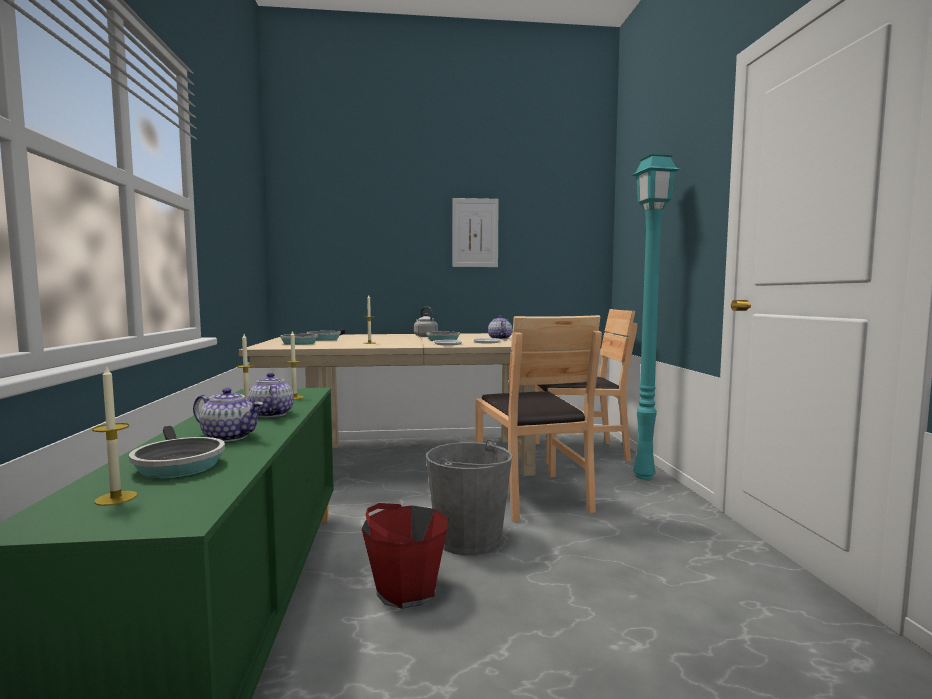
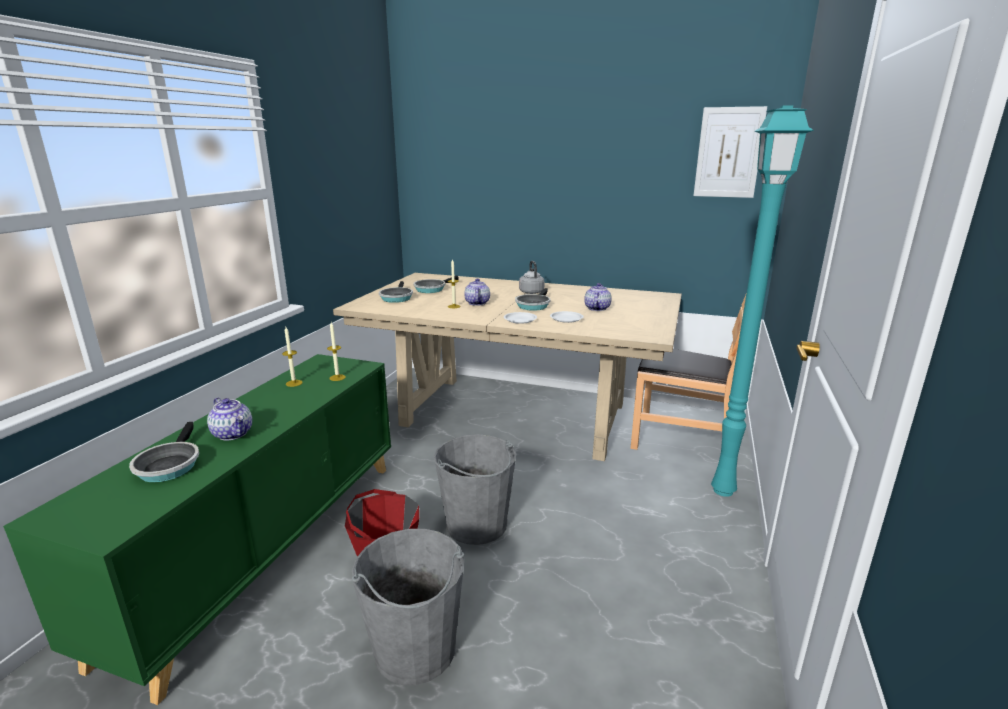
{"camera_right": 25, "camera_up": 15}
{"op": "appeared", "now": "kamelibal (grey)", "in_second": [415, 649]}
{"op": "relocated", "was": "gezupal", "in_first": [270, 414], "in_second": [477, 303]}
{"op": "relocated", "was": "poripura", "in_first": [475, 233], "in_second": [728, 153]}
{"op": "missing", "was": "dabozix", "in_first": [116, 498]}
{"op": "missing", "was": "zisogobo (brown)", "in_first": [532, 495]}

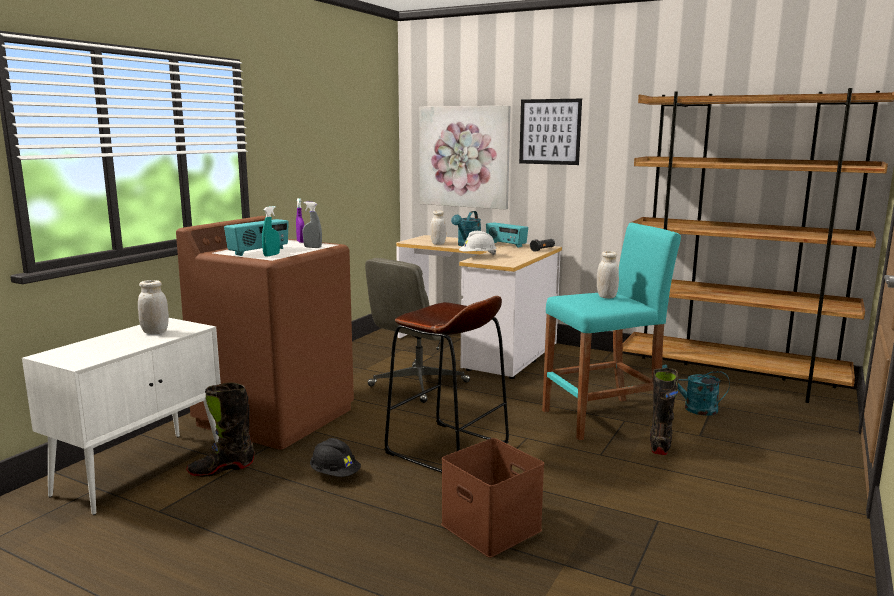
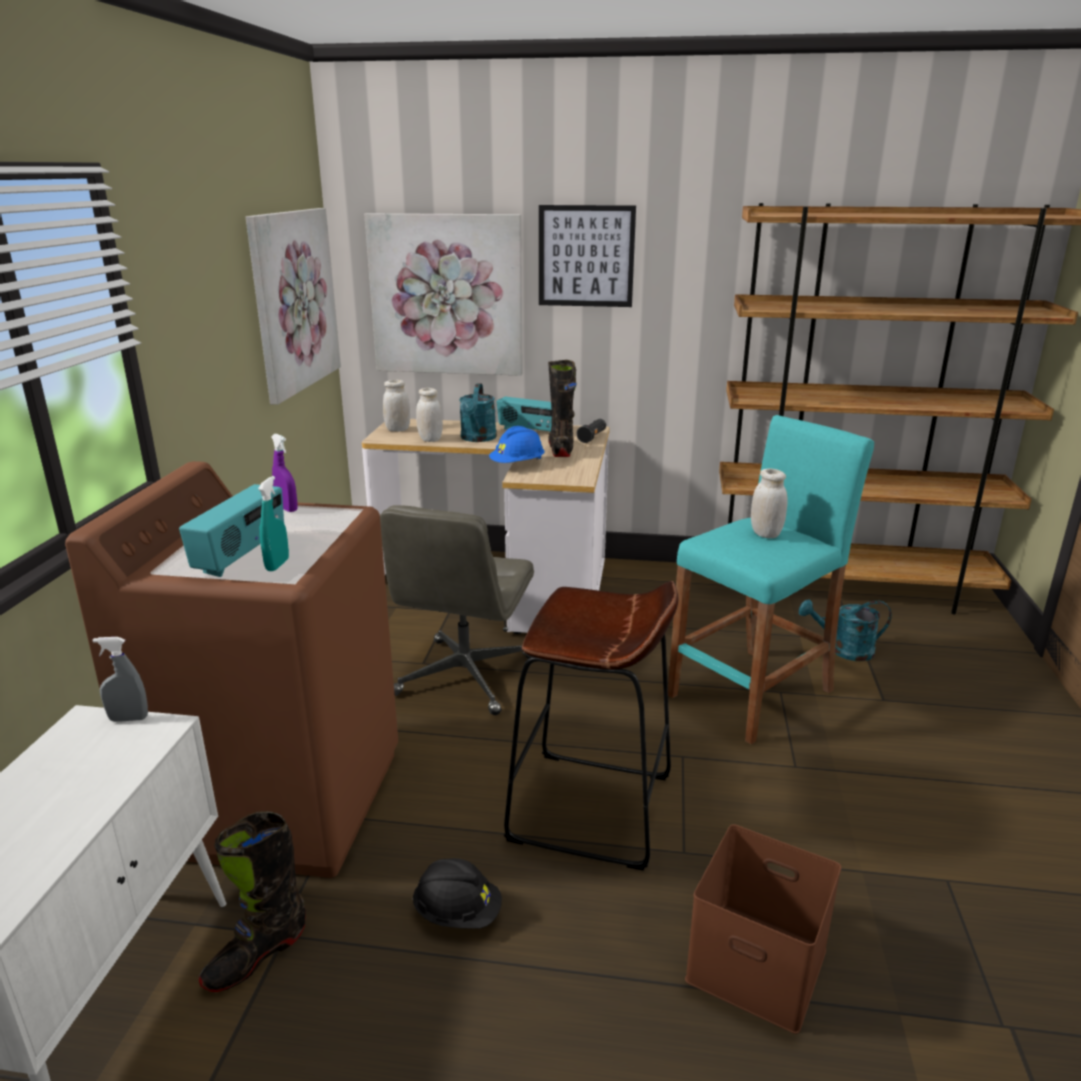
{"camera_right": -20, "camera_up": 10}
{"op": "relocated", "was": "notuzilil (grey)", "in_first": [312, 247], "in_second": [128, 719]}
{"op": "appeared", "now": "poripura", "in_second": [294, 301]}
{"op": "relocated", "was": "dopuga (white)", "in_first": [155, 332], "in_second": [397, 429]}
{"op": "colour", "was": "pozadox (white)", "now": "pozadox (blue)", "in_first": [477, 256], "in_second": [517, 465]}
{"op": "relocated", "was": "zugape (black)", "in_first": [660, 444], "in_second": [560, 449]}

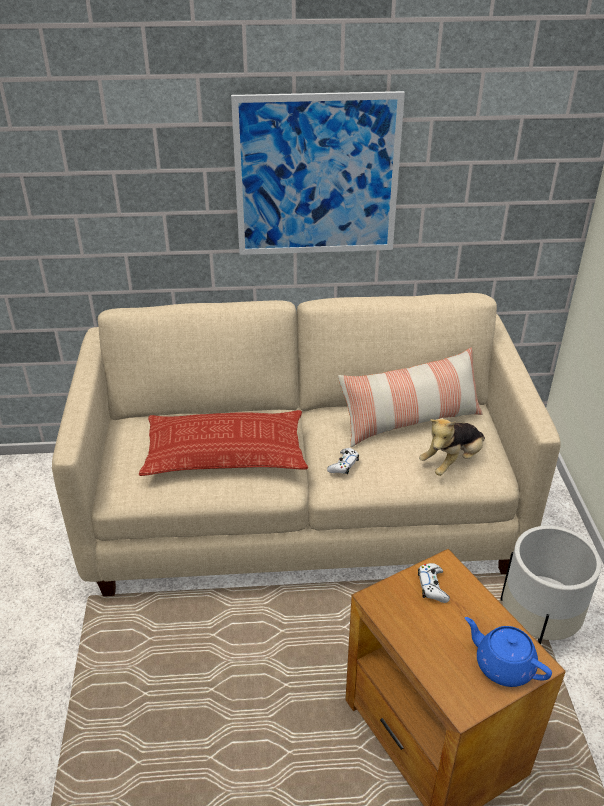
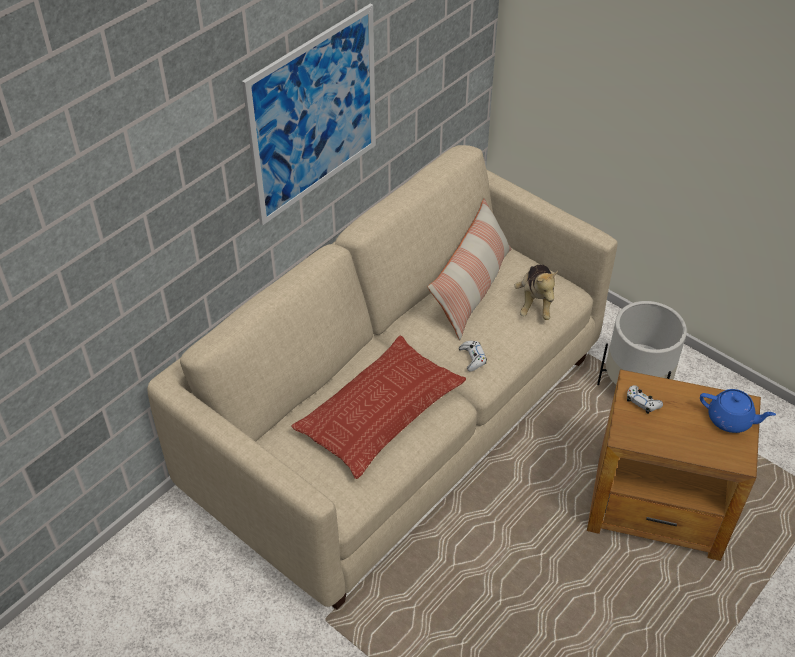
{"camera_right": -45, "camera_up": 10}
{"op": "spun", "was": "gezupal (blue)", "in_first": [503, 665], "in_second": [731, 420], "clockwise": -150}

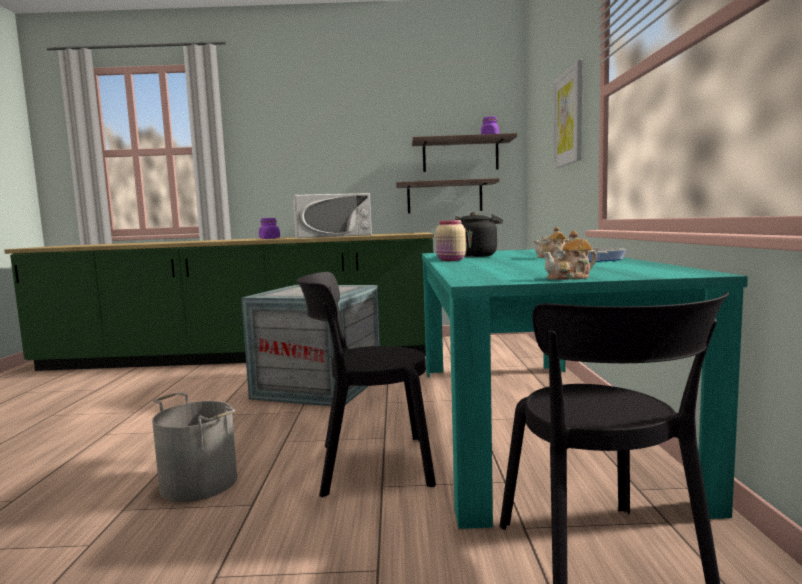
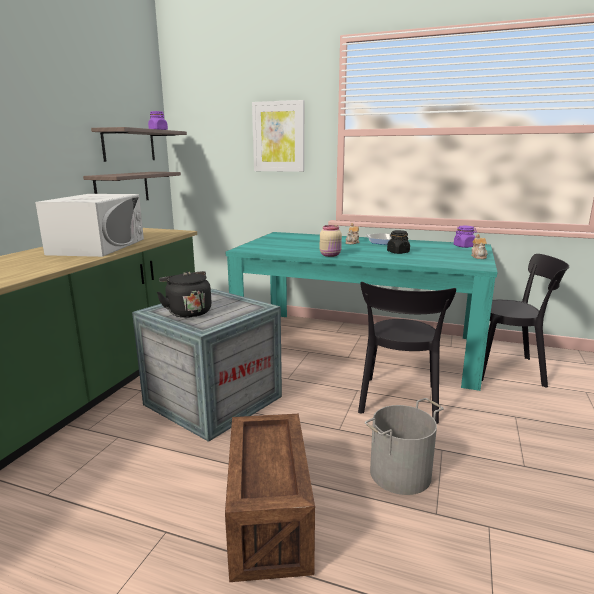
{"camera_right": -70, "camera_up": 10}
{"op": "relocated", "was": "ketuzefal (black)", "in_first": [475, 256], "in_second": [187, 312]}
{"op": "appeared", "now": "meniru", "in_second": [269, 517]}
{"op": "appeared", "now": "dopuga (black)", "in_second": [398, 252]}
{"op": "relocated", "was": "dopuga (purple)", "in_first": [269, 238], "in_second": [464, 246]}

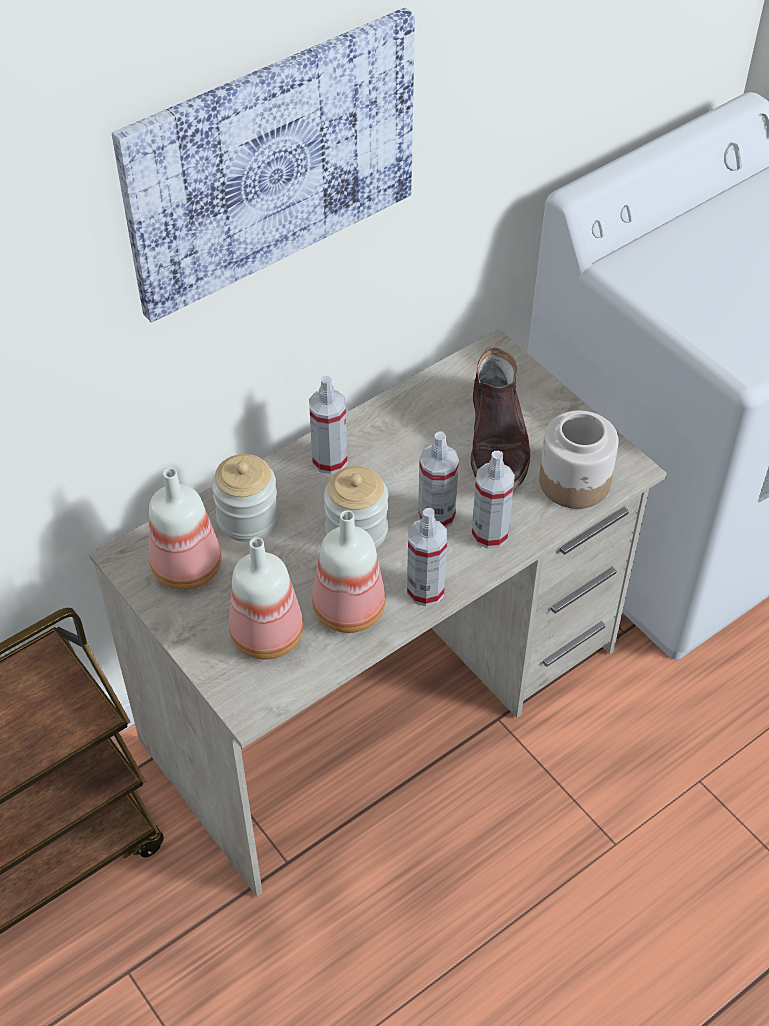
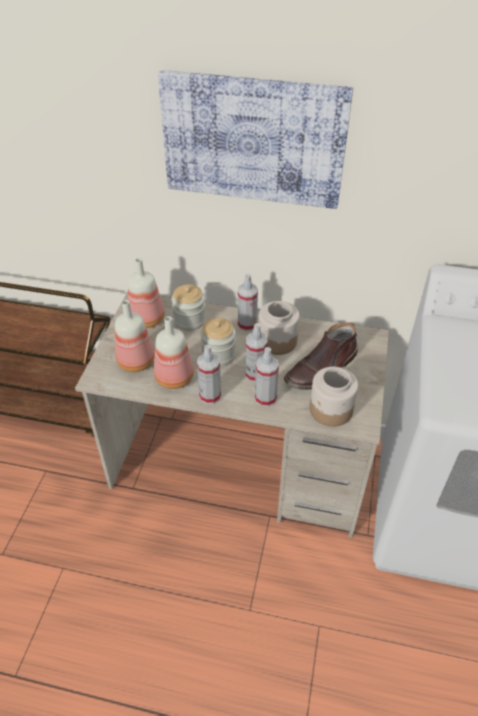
{"camera_right": 50, "camera_up": -5}
{"op": "appeared", "now": "dopuga", "in_second": [277, 341]}

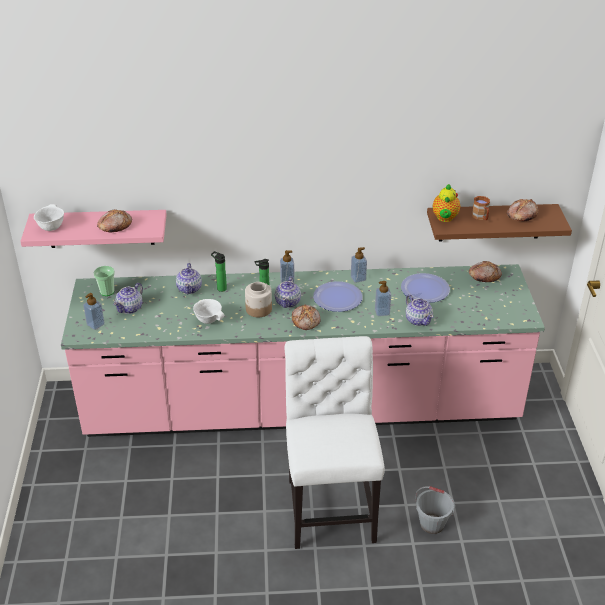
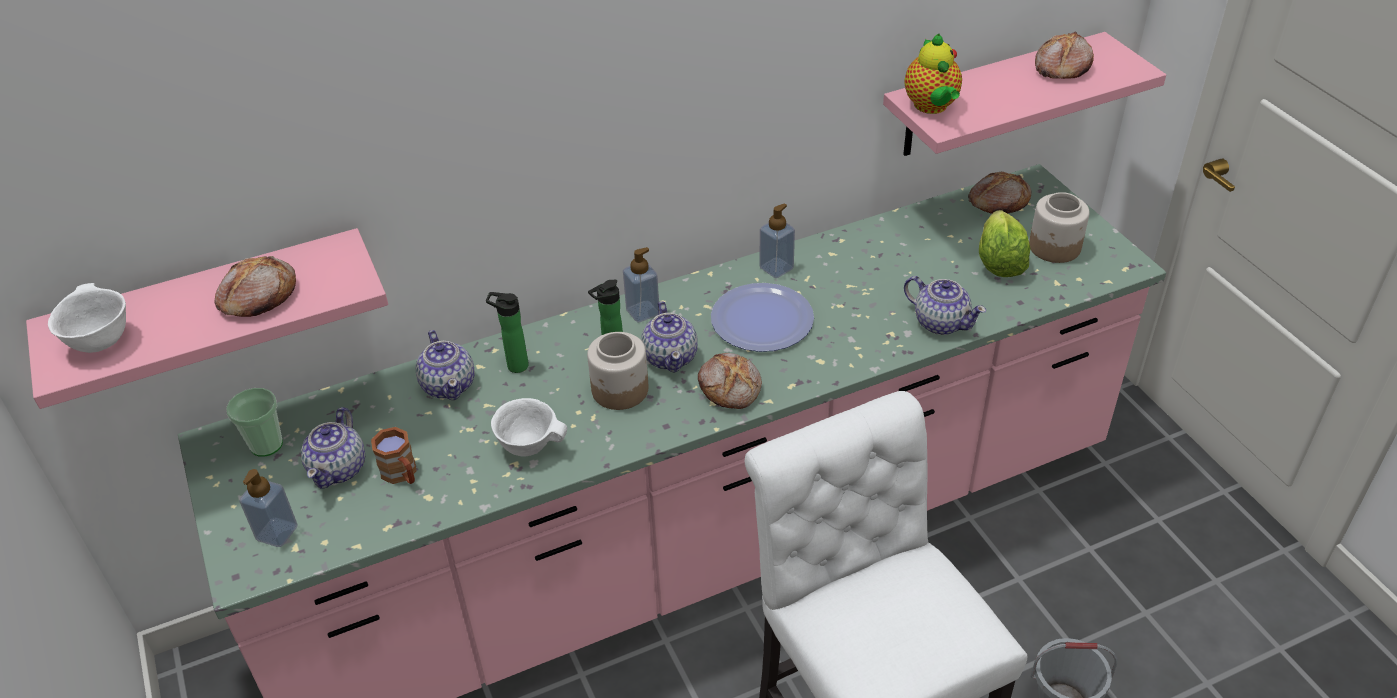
{"camera_right": -20, "camera_up": 5}
{"op": "relocated", "was": "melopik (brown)", "in_first": [481, 217], "in_second": [402, 474]}
{"op": "colour", "was": "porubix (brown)", "now": "porubix (pink)", "in_first": [490, 222], "in_second": [992, 96]}
{"op": "appeared", "now": "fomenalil", "in_second": [999, 262]}
{"op": "appeared", "now": "dopuga", "in_second": [1055, 247]}
{"op": "missing", "was": "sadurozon", "in_first": [382, 312]}
{"op": "missing", "was": "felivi", "in_first": [425, 289]}

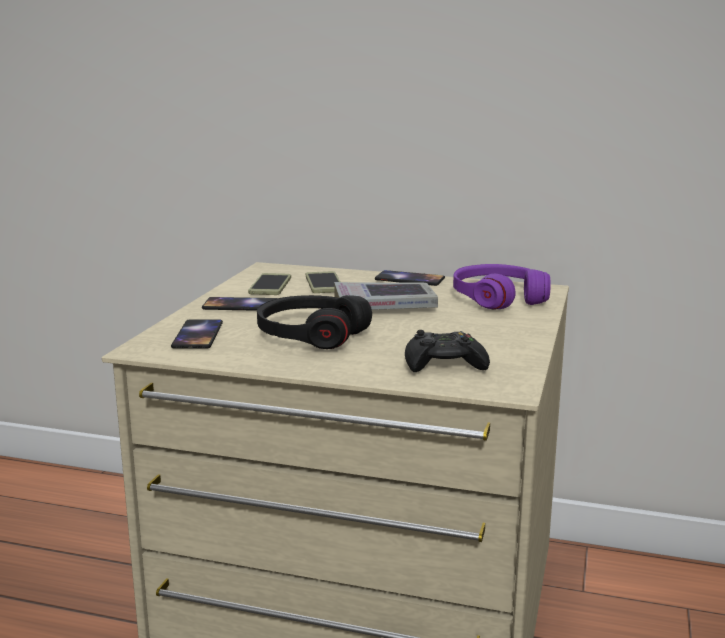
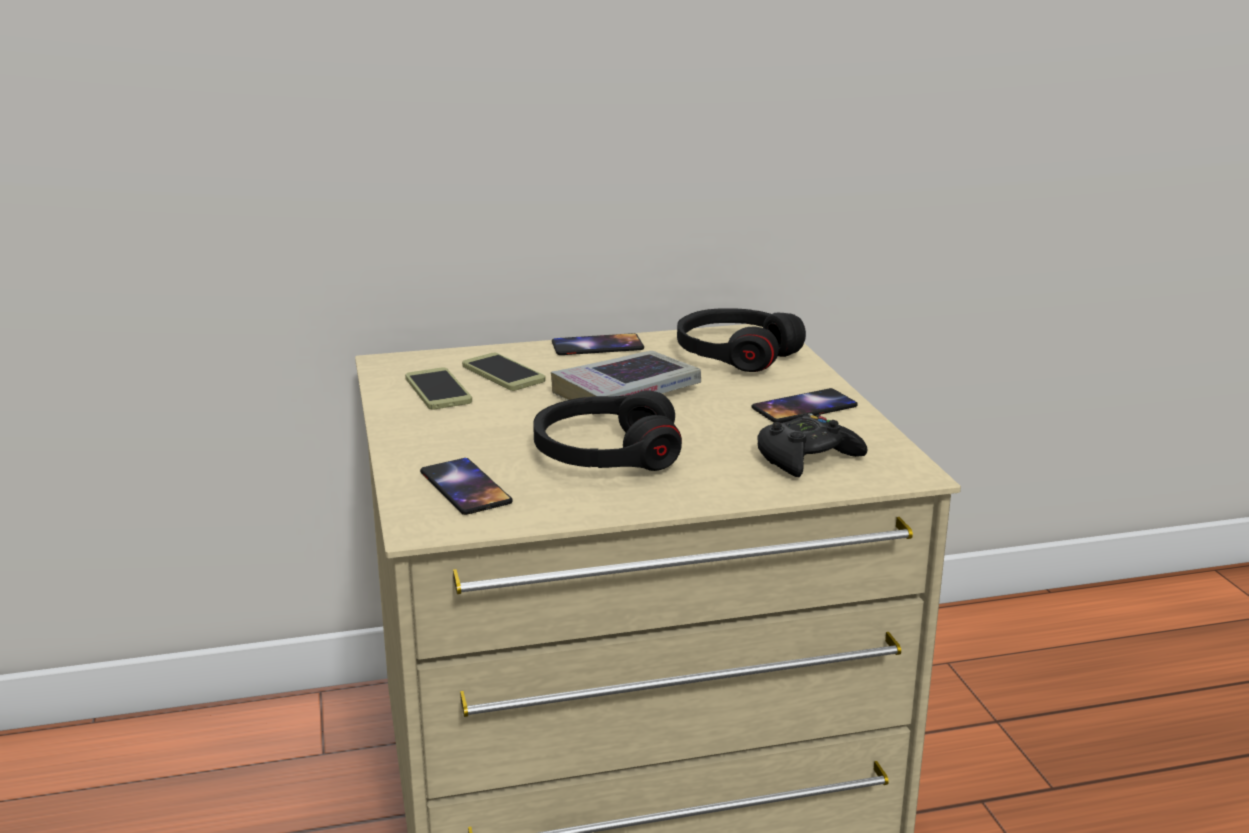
{"camera_right": -30, "camera_up": 5}
{"op": "colour", "was": "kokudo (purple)", "now": "kokudo (black)", "in_first": [498, 298], "in_second": [736, 355]}
{"op": "relocated", "was": "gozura", "in_first": [241, 305], "in_second": [804, 407]}

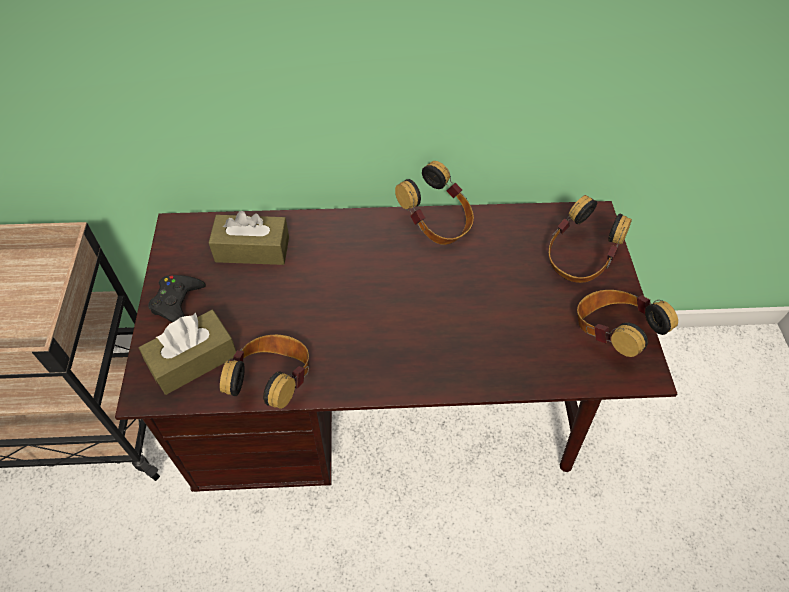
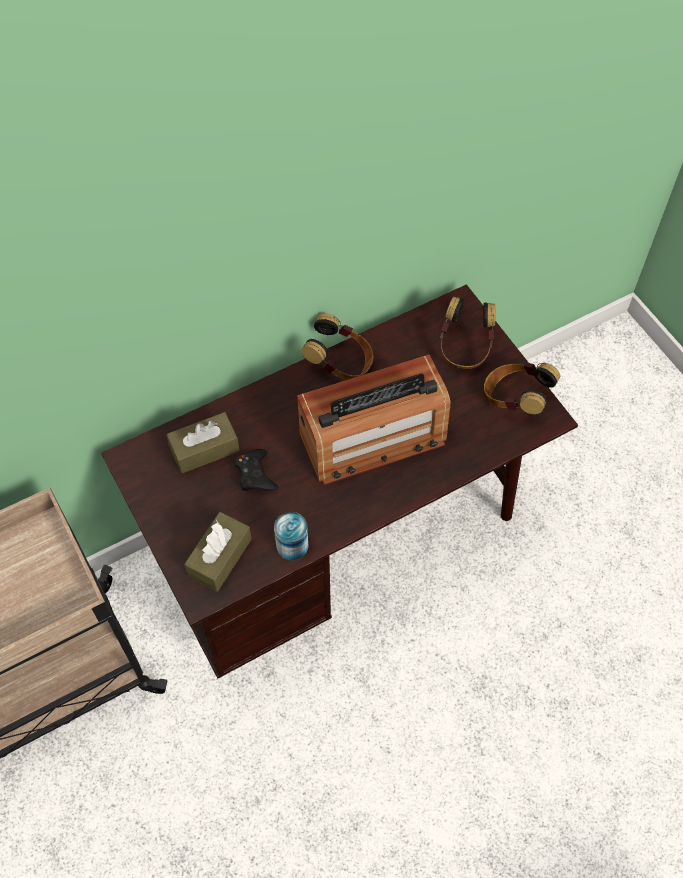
{"camera_right": -25, "camera_up": 5}
{"op": "relocated", "was": "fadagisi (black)", "in_first": [178, 303], "in_second": [255, 474]}
{"op": "exchanged", "was": "kokudo", "now": "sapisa", "in_first": [274, 382], "in_second": [292, 545]}
{"op": "appeared", "now": "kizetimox", "in_second": [373, 438]}

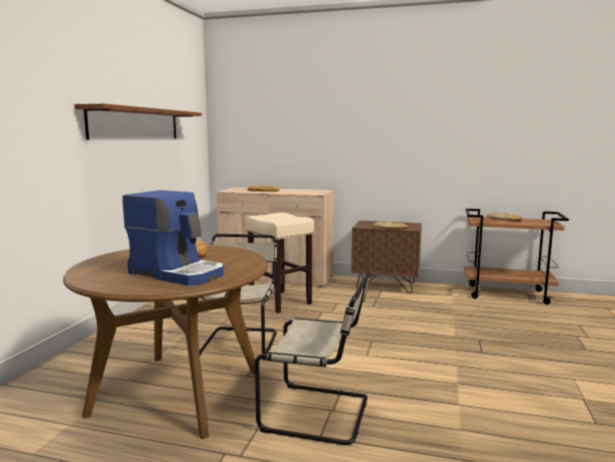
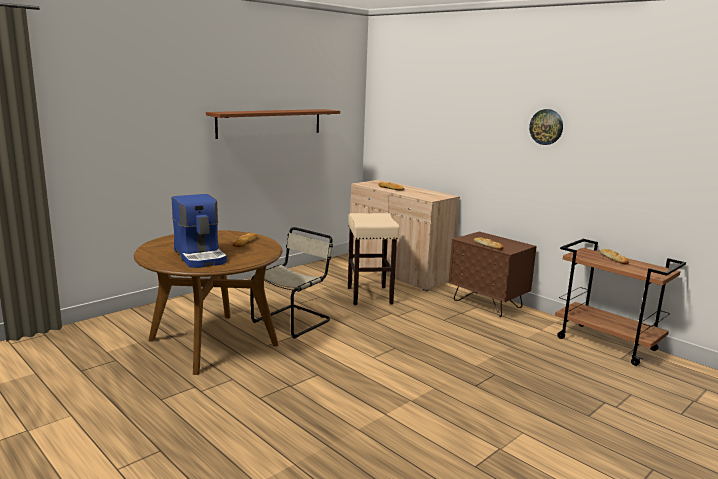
{"camera_right": 30, "camera_up": 5}
{"op": "appeared", "now": "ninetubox", "in_second": [546, 127]}
{"op": "missing", "was": "zisogobo (beige)", "in_first": [320, 414]}

